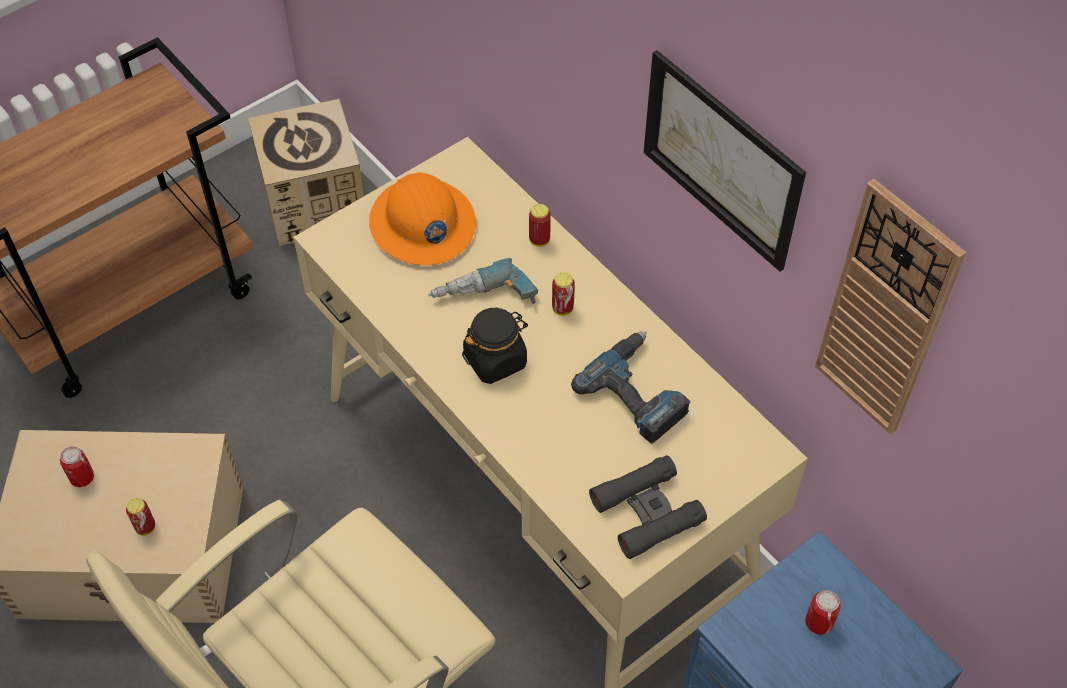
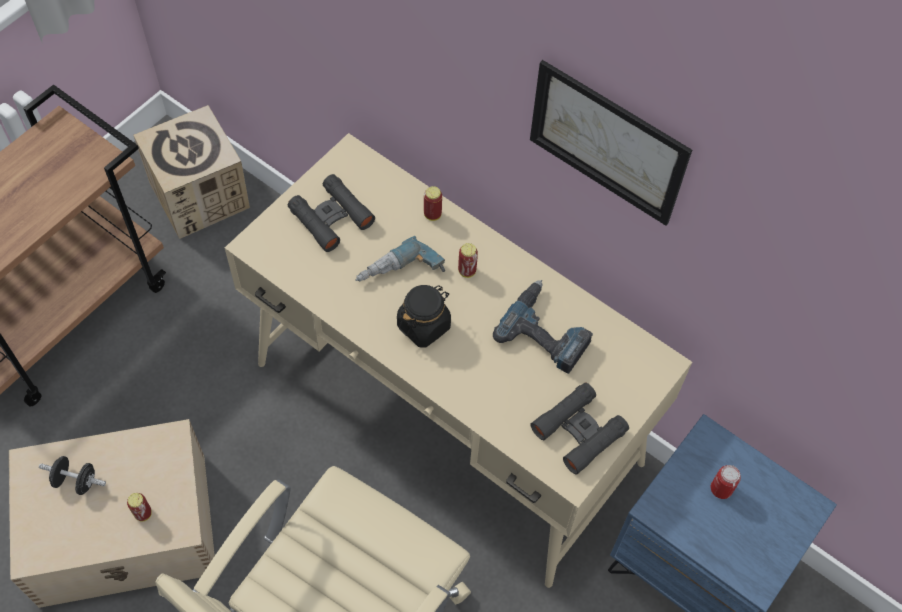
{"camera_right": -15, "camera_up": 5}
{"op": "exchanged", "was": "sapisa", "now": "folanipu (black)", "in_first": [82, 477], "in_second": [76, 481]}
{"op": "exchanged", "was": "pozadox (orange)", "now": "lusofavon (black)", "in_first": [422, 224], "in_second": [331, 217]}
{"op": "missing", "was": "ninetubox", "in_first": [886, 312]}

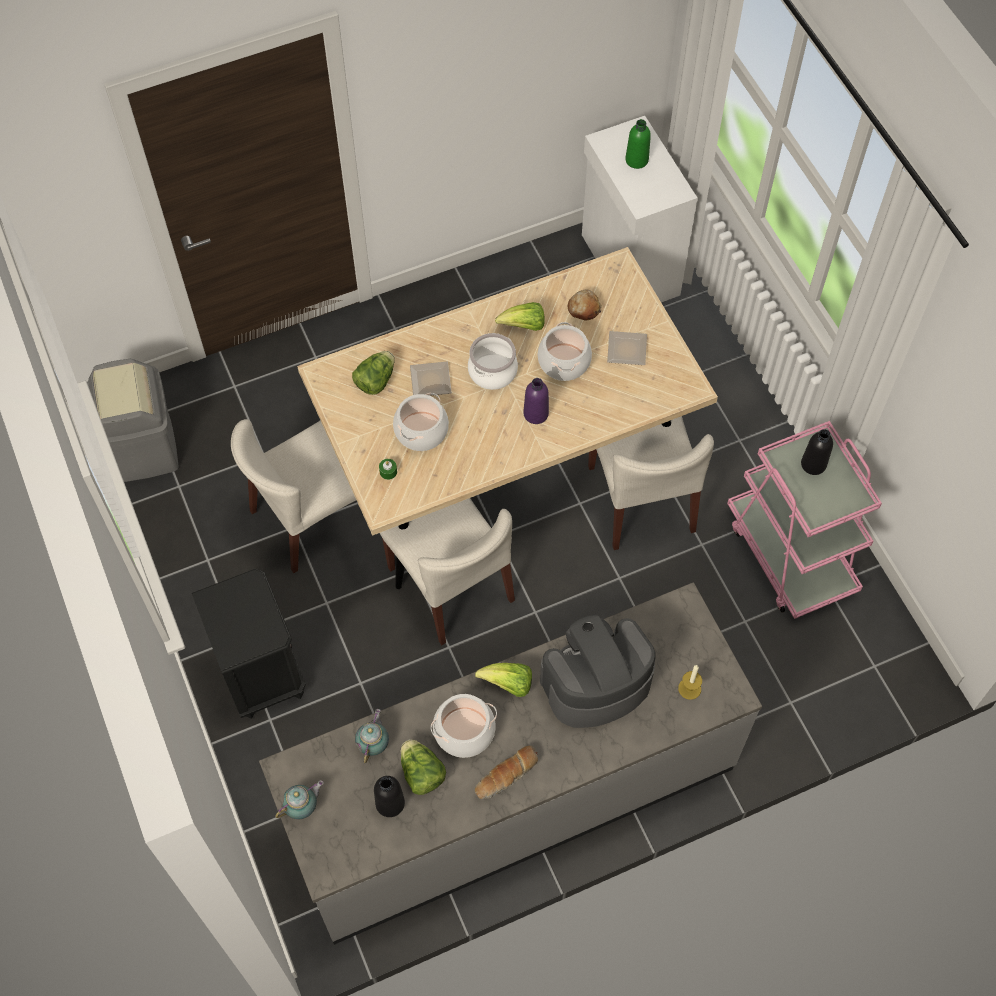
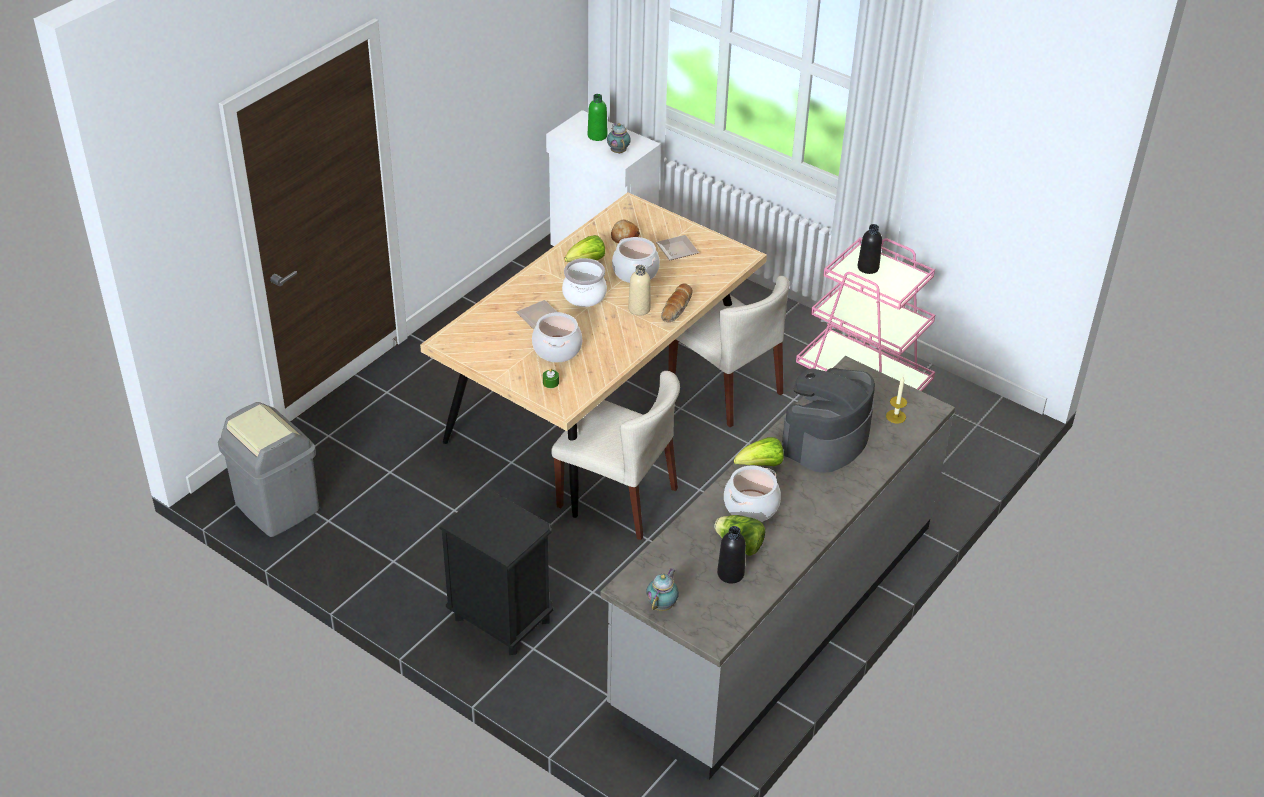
{"camera_right": -30, "camera_up": -20}
{"op": "relocated", "was": "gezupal", "in_first": [374, 744], "in_second": [618, 151]}
{"op": "colour", "was": "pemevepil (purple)", "now": "pemevepil (beige)", "in_first": [536, 414], "in_second": [639, 309]}
{"op": "relocated", "was": "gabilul", "in_first": [507, 776], "in_second": [677, 308]}
{"op": "missing", "was": "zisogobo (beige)", "in_first": [313, 517]}
{"op": "missing", "was": "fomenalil", "in_first": [375, 380]}

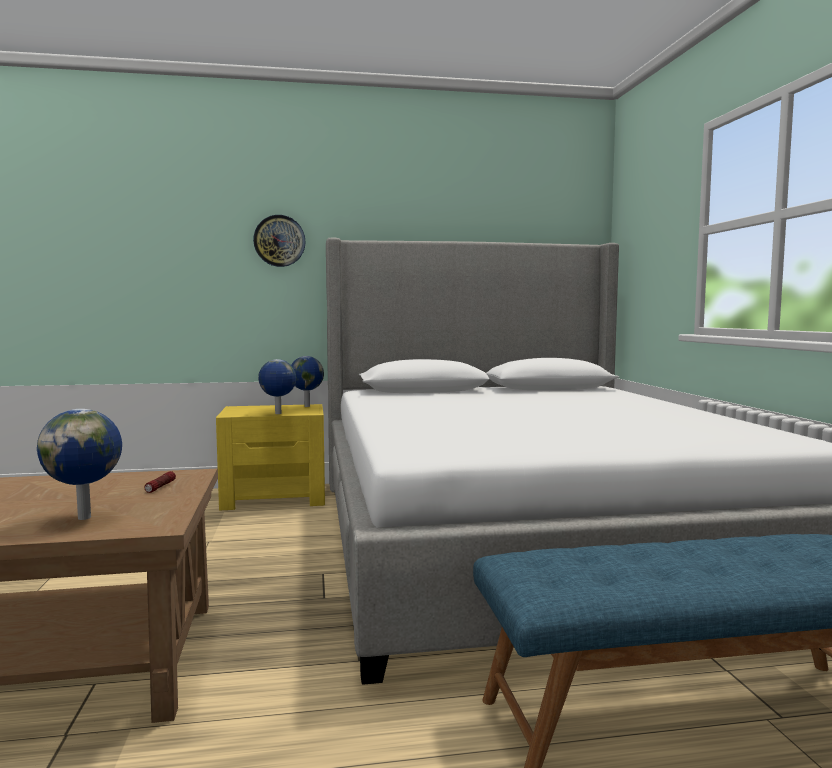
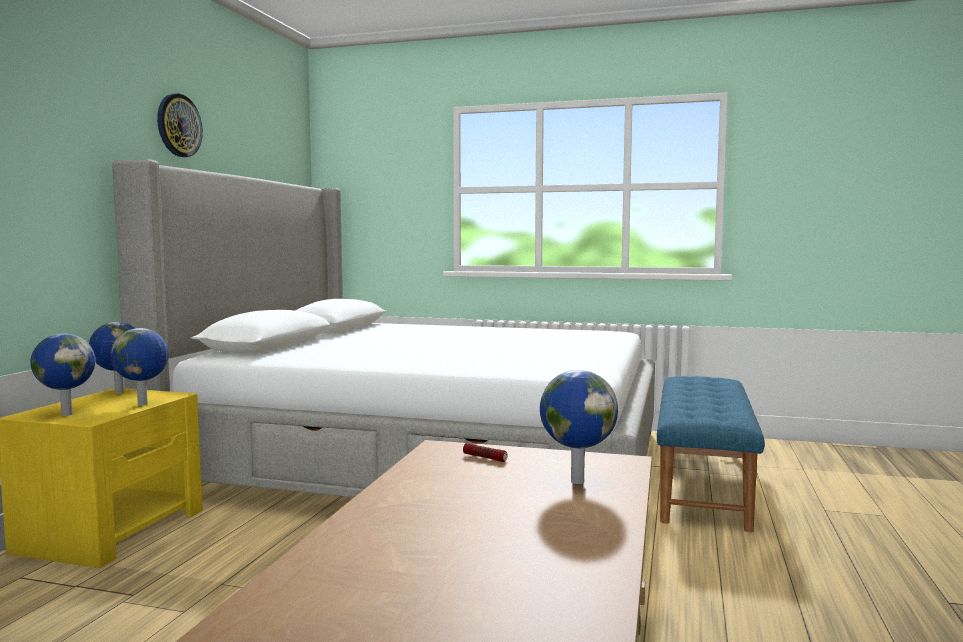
{"camera_right": -65, "camera_up": 0}
{"op": "appeared", "now": "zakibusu", "in_second": [66, 414]}
{"op": "relocated", "was": "ninetubox", "in_first": [279, 241], "in_second": [178, 125]}

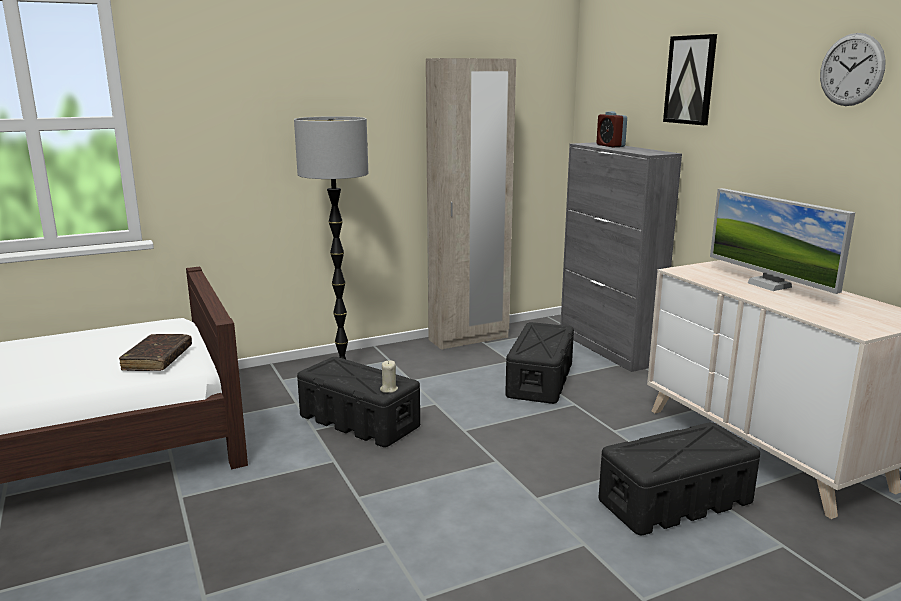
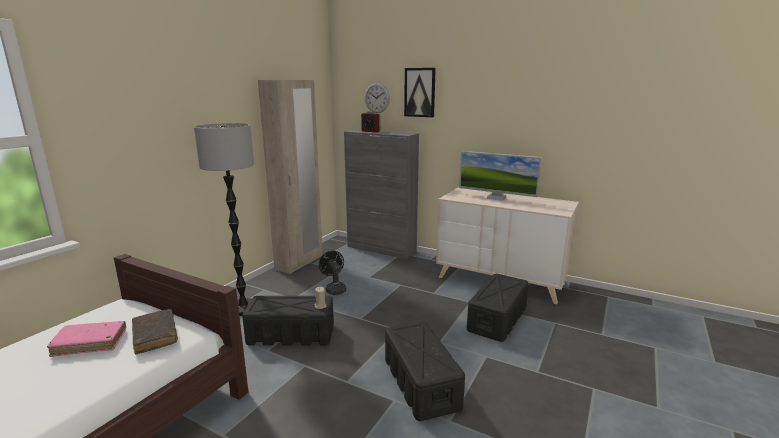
{"camera_right": -35, "camera_up": 0}
{"op": "appeared", "now": "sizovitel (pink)", "in_second": [90, 343]}
{"op": "appeared", "now": "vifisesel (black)", "in_second": [334, 289]}
{"op": "relocated", "was": "ninetubox", "in_first": [851, 70], "in_second": [377, 98]}
{"op": "relocated", "was": "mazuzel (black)", "in_first": [540, 380], "in_second": [420, 383]}

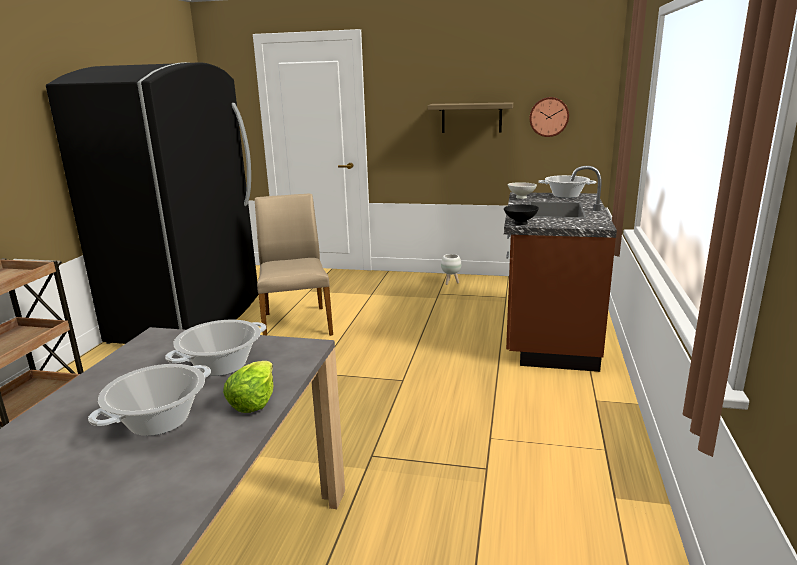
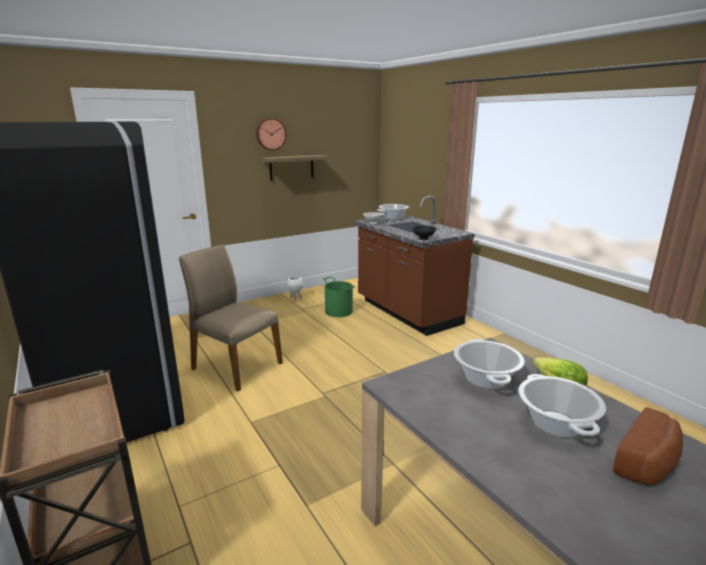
{"camera_right": -45, "camera_up": 0}
{"op": "relocated", "was": "ninetubox", "in_first": [549, 117], "in_second": [270, 134]}
{"op": "appeared", "now": "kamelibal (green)", "in_second": [339, 311]}
{"op": "appeared", "now": "gabilul", "in_second": [649, 463]}

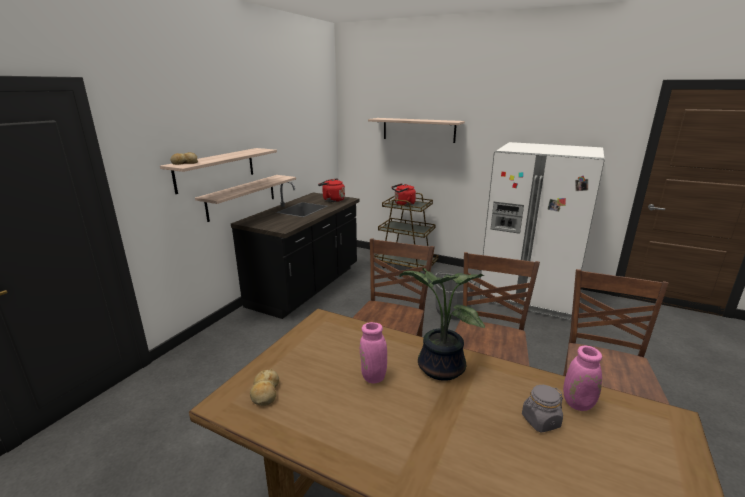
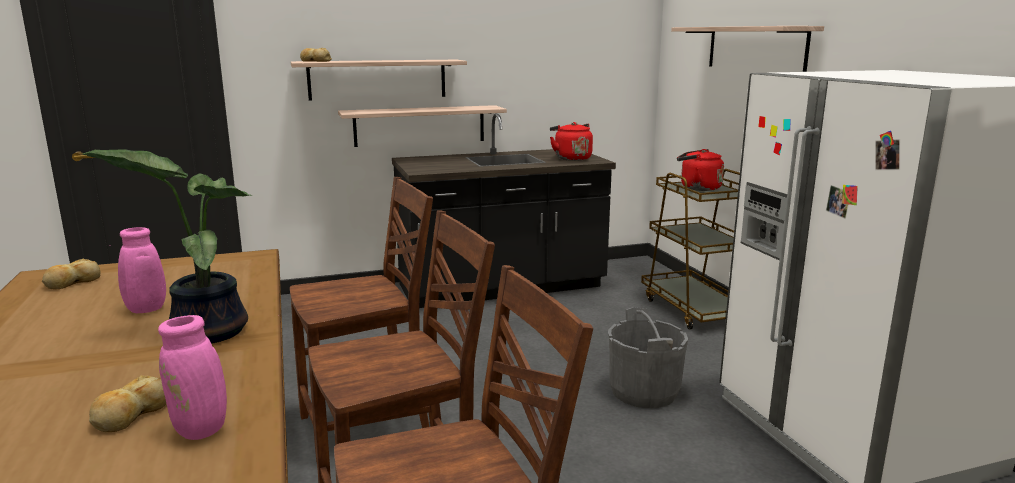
{"camera_right": 45, "camera_up": -5}
{"op": "exchanged", "was": "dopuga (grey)", "now": "gabilul", "in_first": [540, 421], "in_second": [130, 415]}

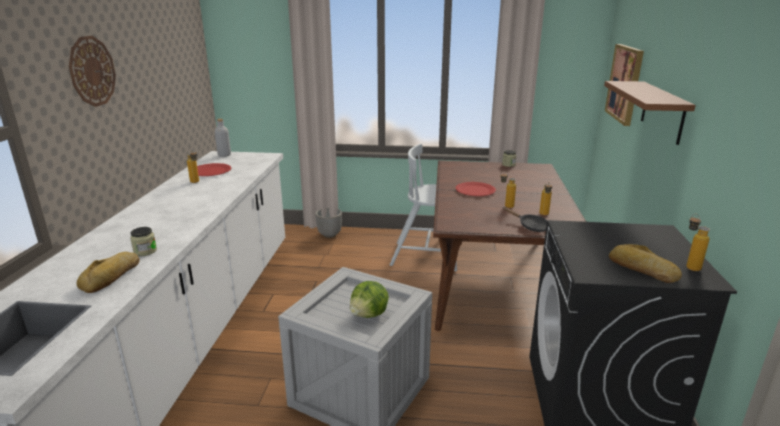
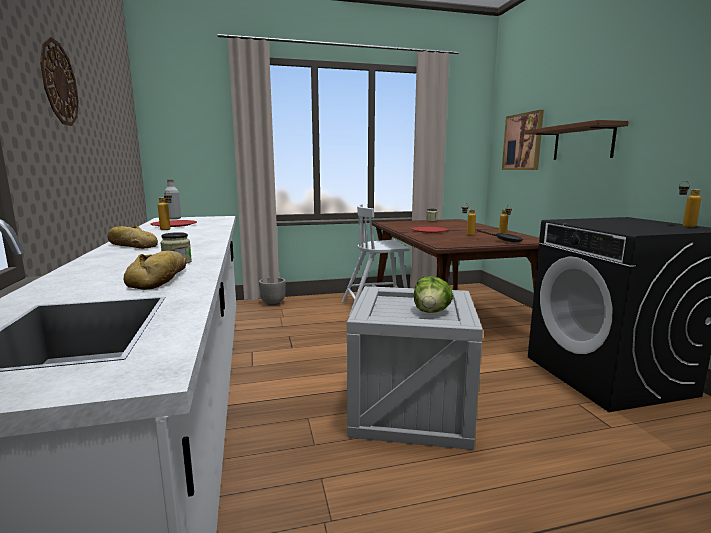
{"camera_right": -20, "camera_up": -10}
{"op": "relocated", "was": "gabilul", "in_first": [641, 269], "in_second": [132, 245]}

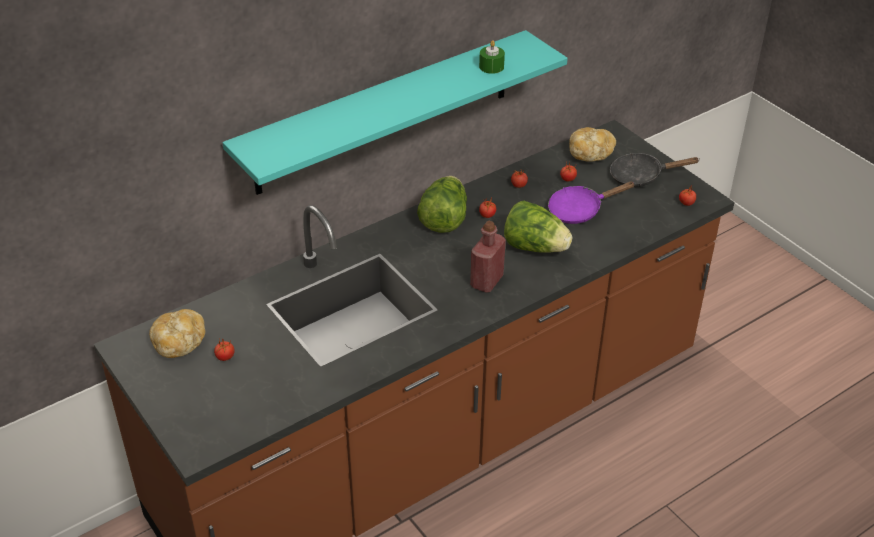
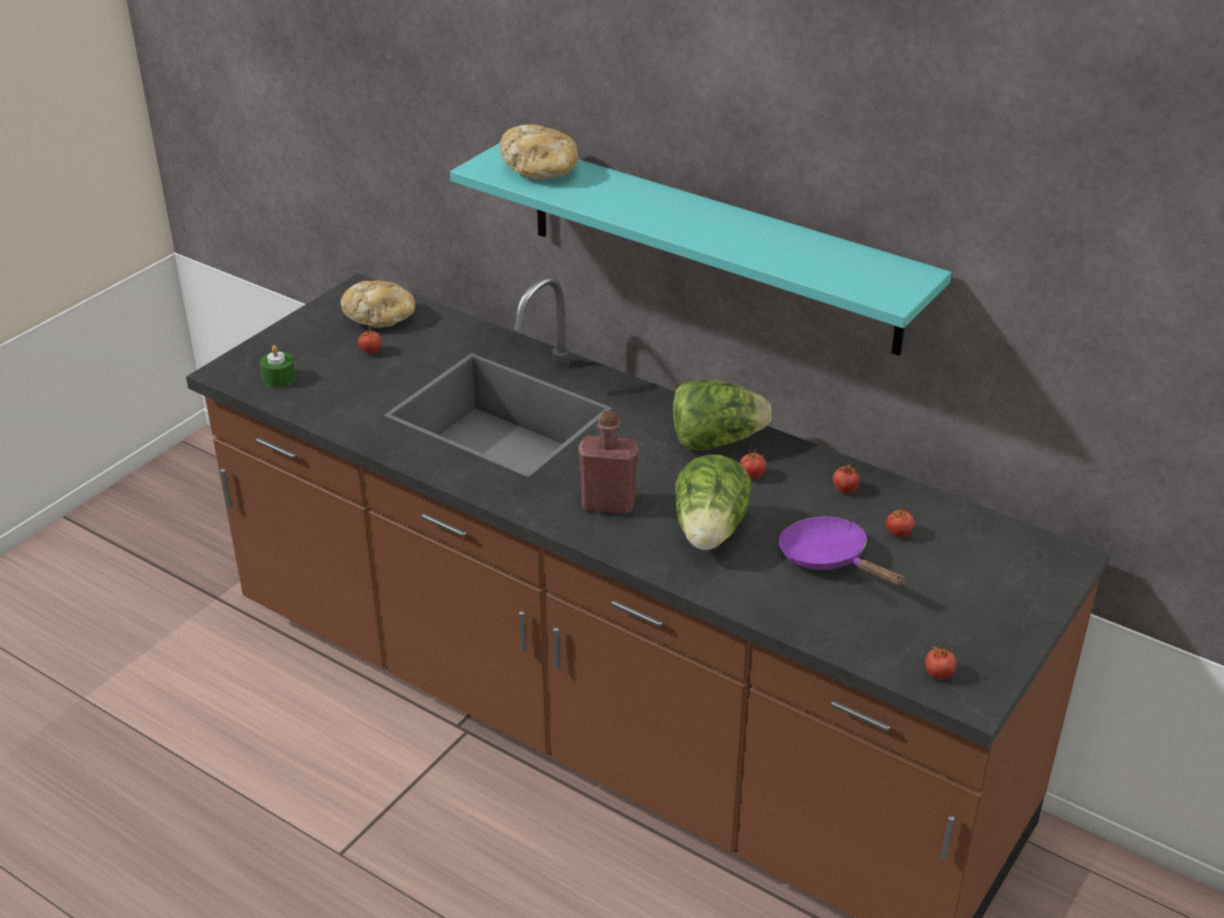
{"camera_right": 70, "camera_up": -5}
{"op": "relocated", "was": "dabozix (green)", "in_first": [491, 66], "in_second": [279, 378]}
{"op": "relocated", "was": "gabilul", "in_first": [590, 154], "in_second": [541, 171]}
{"op": "missing", "was": "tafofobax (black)", "in_first": [640, 176]}

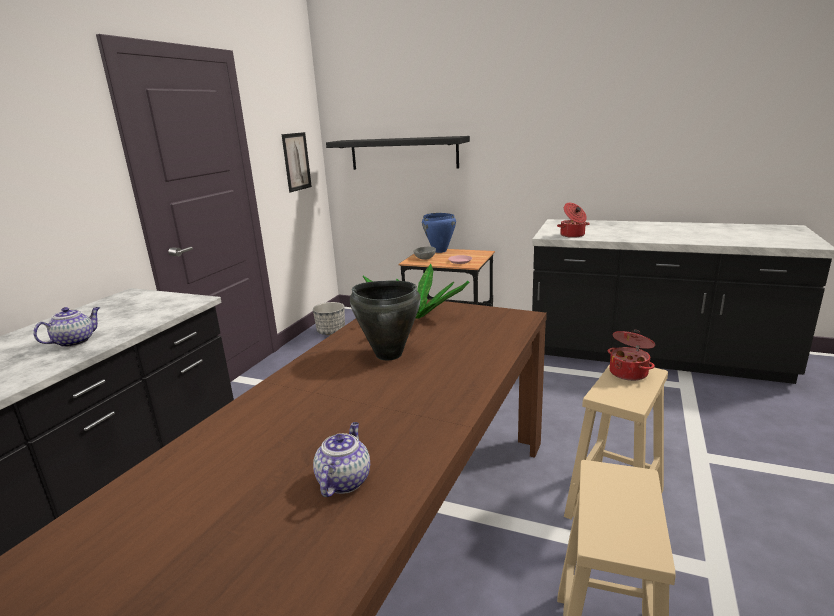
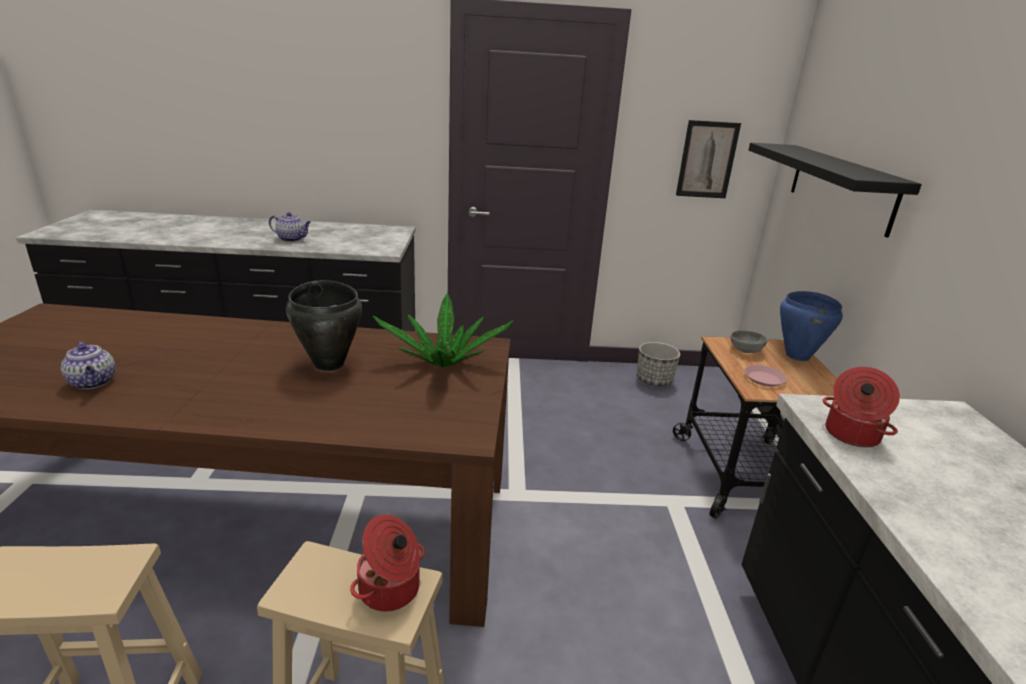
{"camera_right": 65, "camera_up": 5}
{"op": "spun", "was": "gezupal", "in_first": [344, 480], "in_second": [93, 382], "clockwise": 60}

